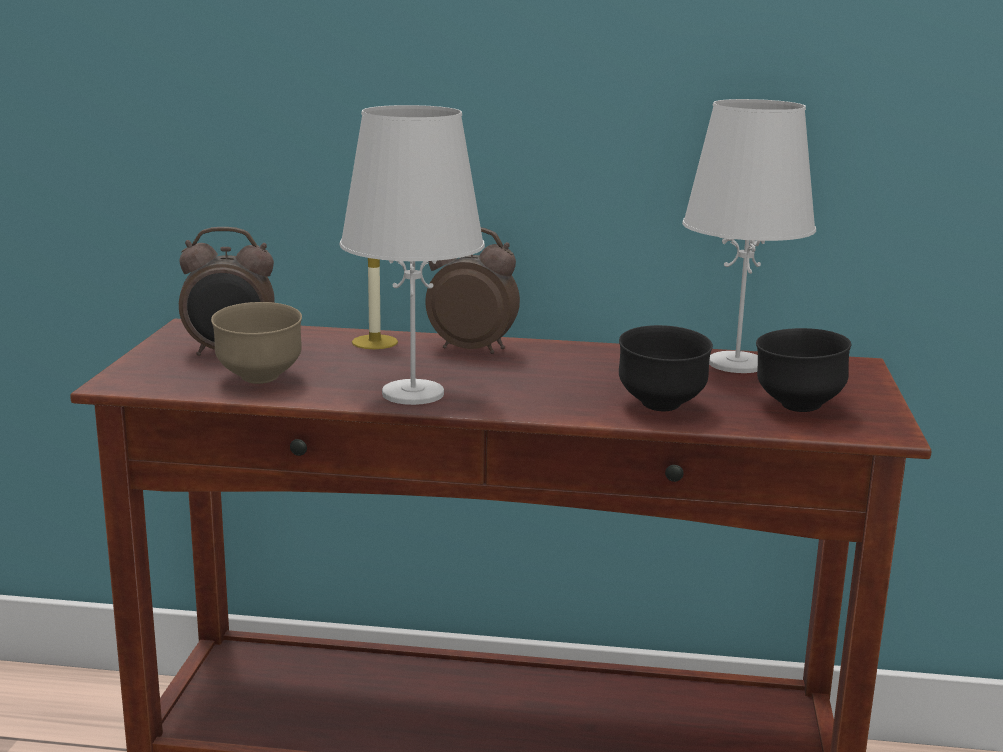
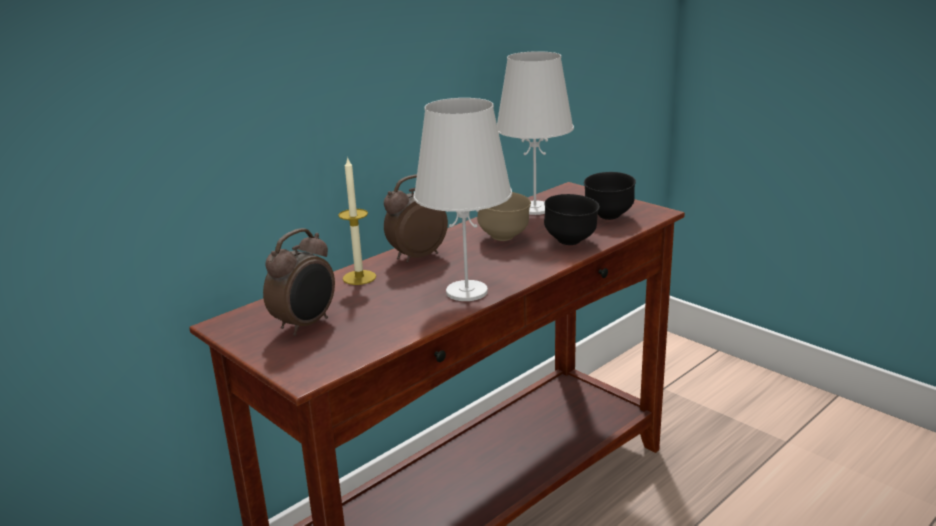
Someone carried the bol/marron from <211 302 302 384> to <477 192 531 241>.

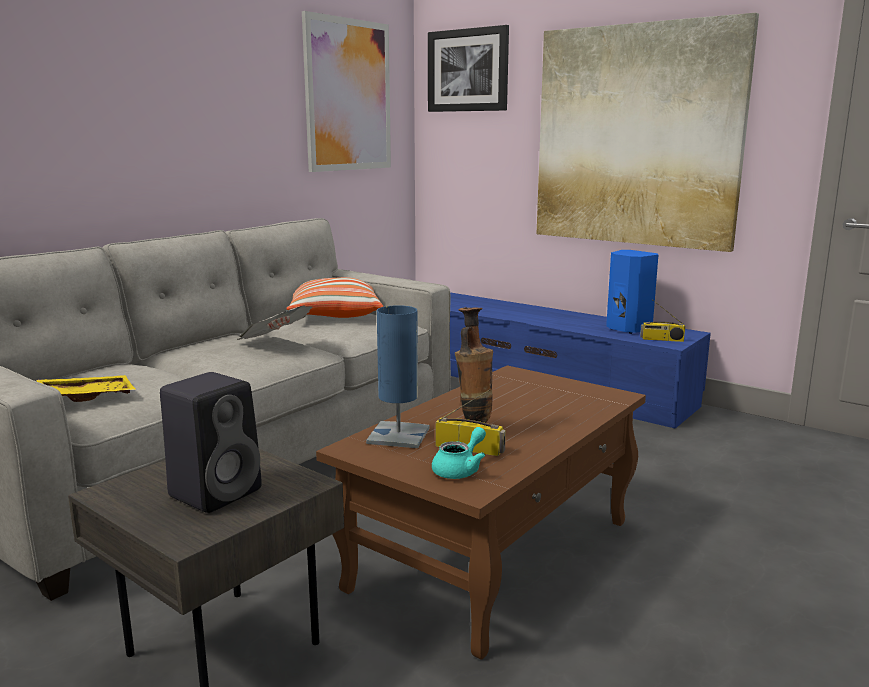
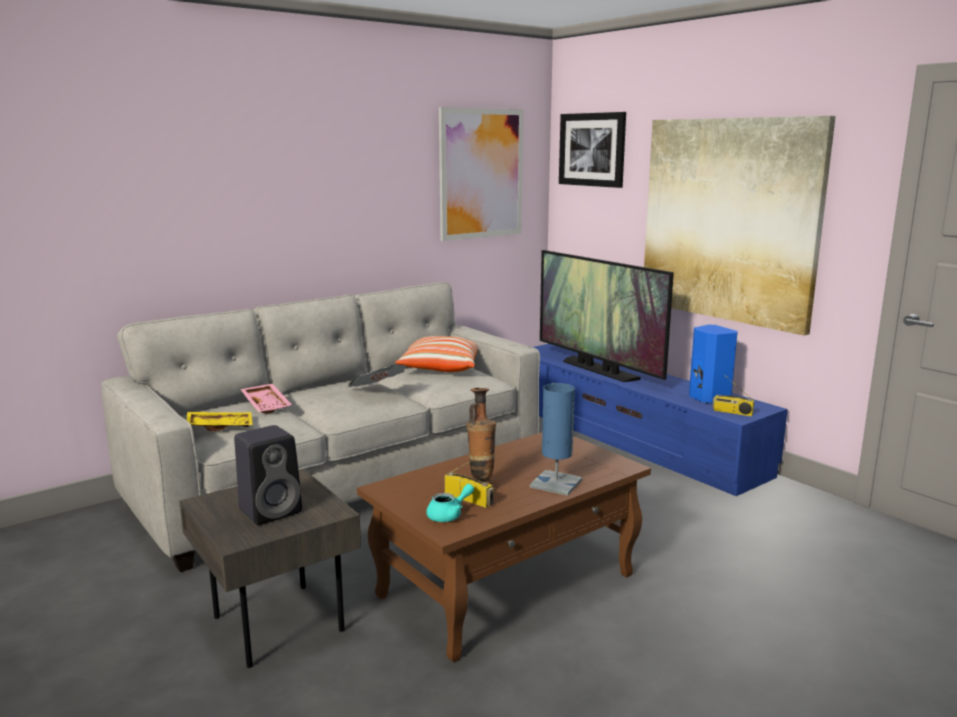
Someone carried the lampe de table/bleu from <366 305 430 448> to <530 383 582 496>.
Someone put down the téléviseur at <540 250 674 382>.
Someone put down the plateau/rose at <240 383 292 414>.

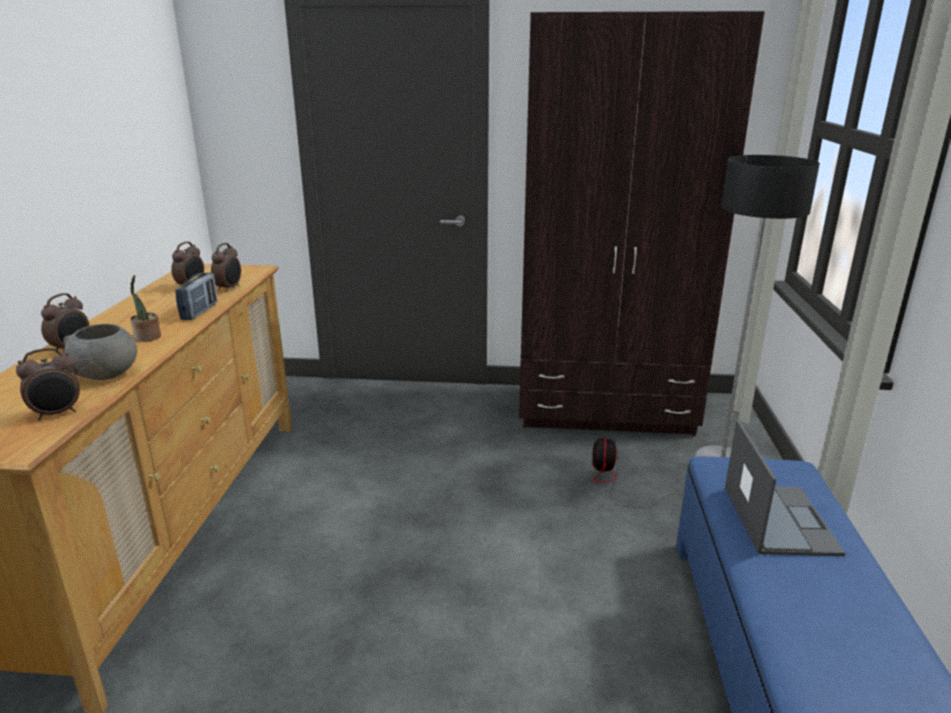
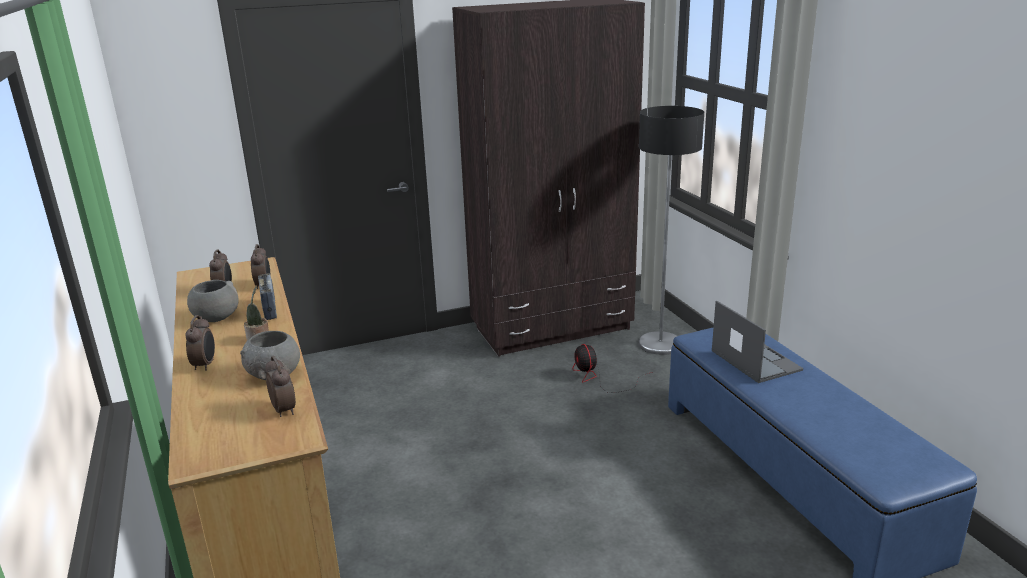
Someone rotated the réveil at <16 348 80 420> by 60 degrees counterclockwise.
Someone put down the bol/gris at <187 280 239 322>.

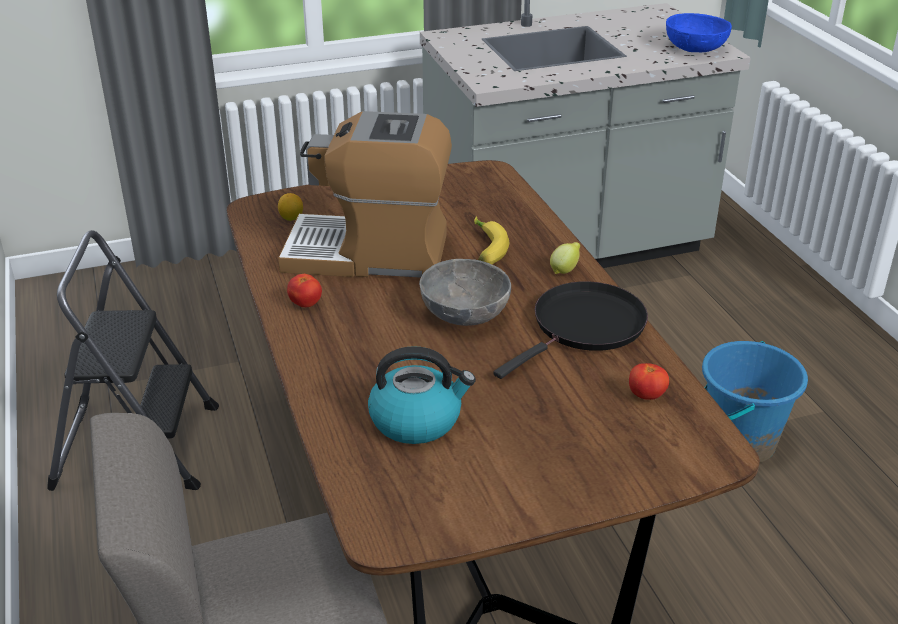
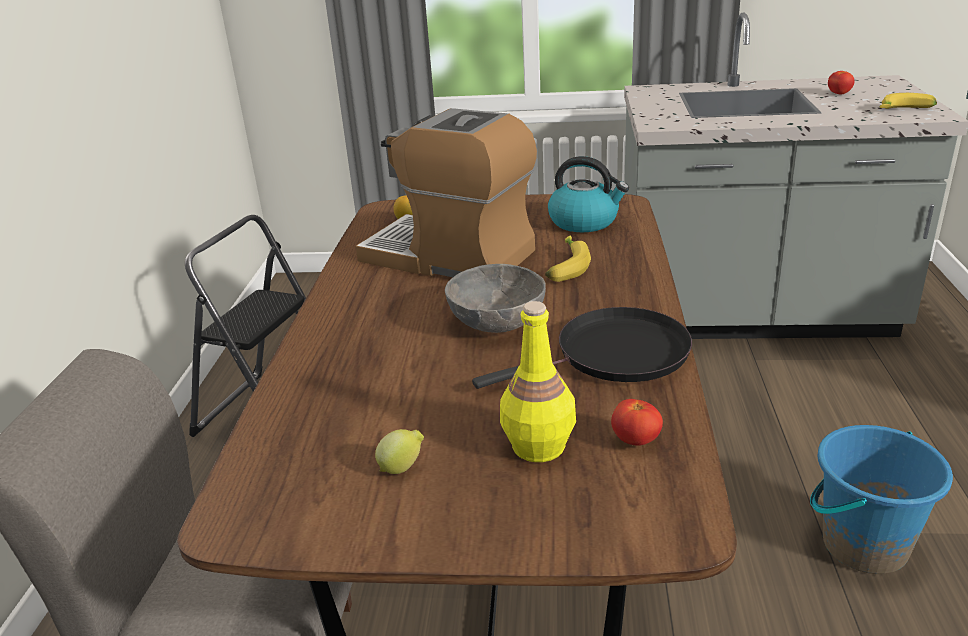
Someone swapped the bol/bleu at <666 13 732 53> for the banane at <880 93 937 109>.
Someone carried the citron from <550 242 580 274> to <375 429 424 474>.
Someone carried the tomate from <287 274 322 307> to <828 71 855 94>.
Someone carried the bouilloire from <368 346 476 444> to <548 156 629 232>.
Someone put down the bouteille/jaune at <500 301 576 462>.

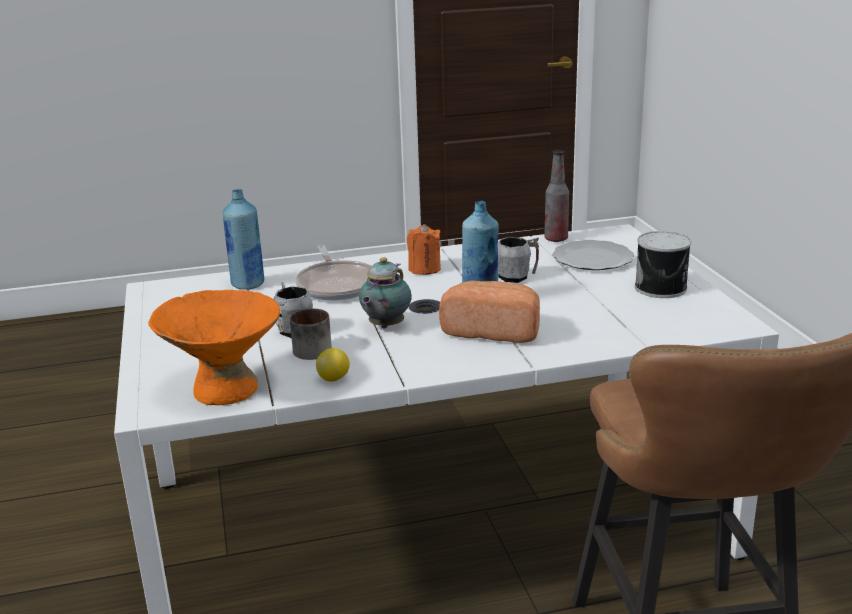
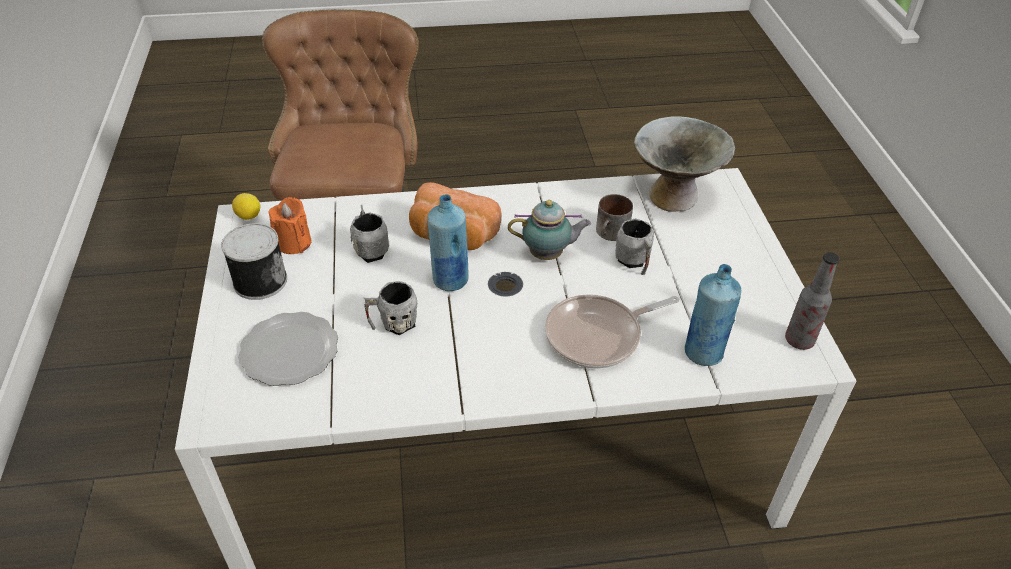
Someone carried the bouteille from <544 150 569 242> to <785 252 840 350>.
Someone carried the bougie/orange from <407 224 441 275> to <269 197 311 254>.
Someone rotated the poêle at <295 245 371 301> by 105 degrees counterclockwise.
Someone rotated the théière at <359 257 412 328> by 60 degrees clockwise.
Someone repainted the bol/orange at <148 290 280 405>, which became the bol/gris at <634 116 735 212>.
Someone carried the citron from <316 348 350 382> to <232 193 260 220>.
Someone put down the mug/gris at <350 205 389 263>.

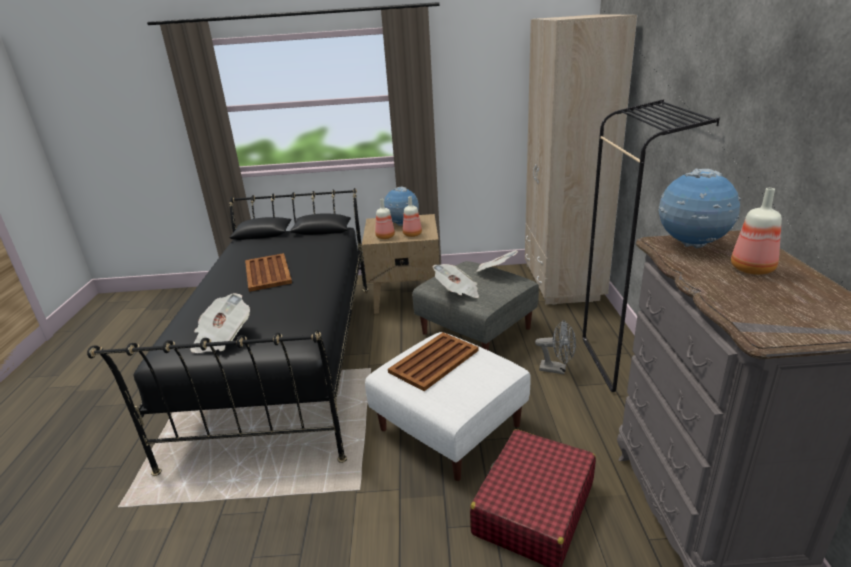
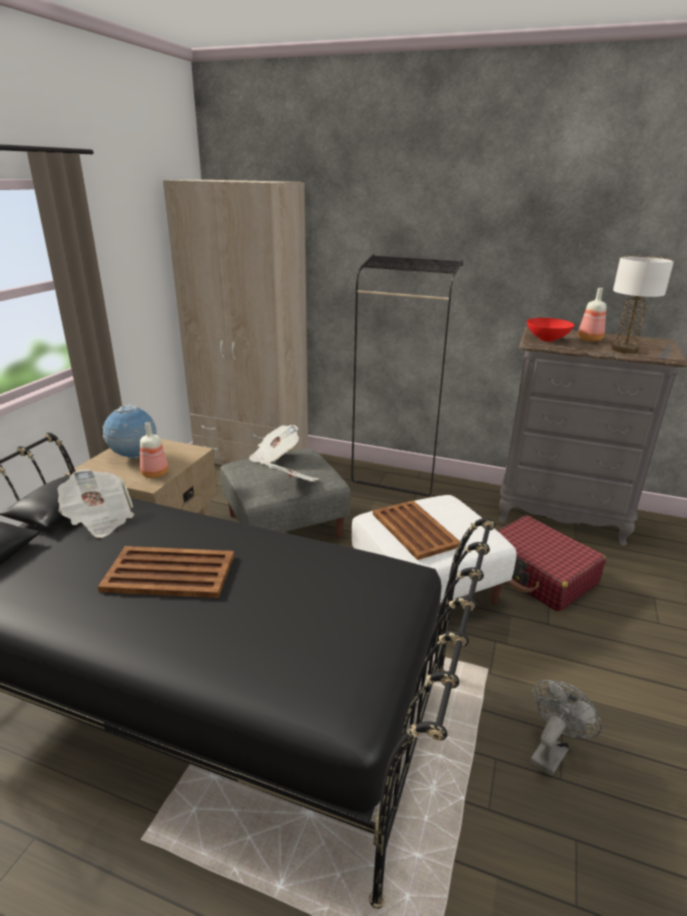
Someone swapped the globe at <658 169 741 248> for the bol/rouge at <527 318 574 342>.
Someone took away the bouteille at <403 196 422 237>.
Someone carried the journal from <190 293 250 353> to <57 469 134 538>.
Someone carried the ventilateur/gris from <535 320 576 374> to <530 680 602 776>.
Someone put down the lampe de table at <612 256 674 353>.

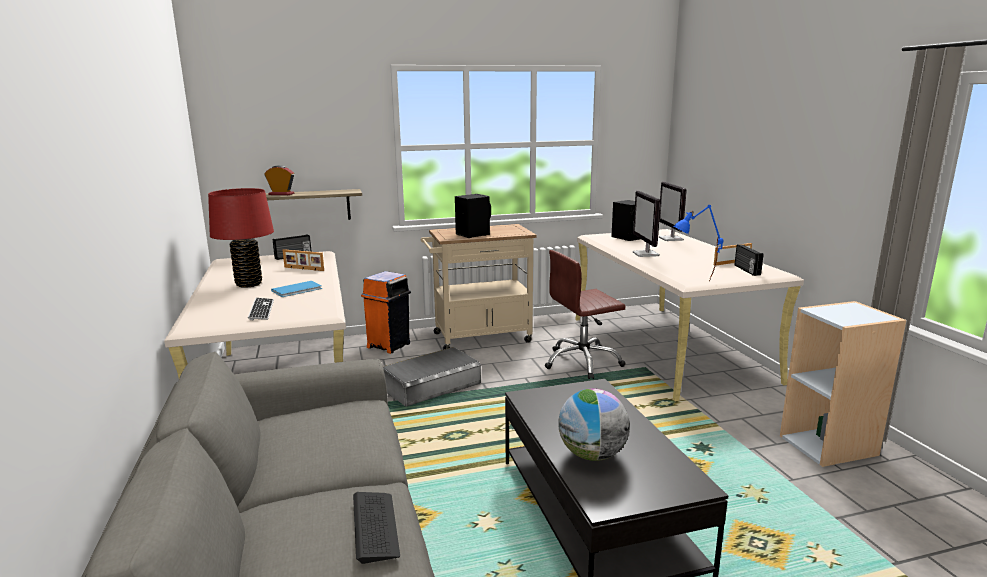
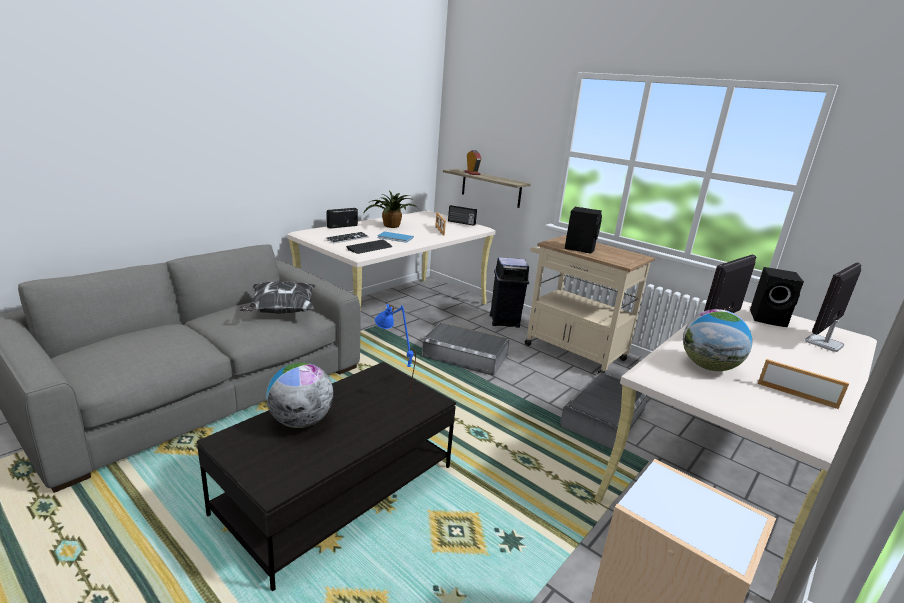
Someone swapped the lampe de table/rouge at <208 188 274 287> for the plante en pot at <363 191 420 228>.
Someone carried the lampe de table/bleu from <674 205 724 281> to <375 304 416 395>.
Someone carried the radio from <734 244 764 276> to <327 208 358 229>.
Someone swapped the chaise de bureau/marron at <545 250 626 379> for the boîte de rangement/gris at <560 372 648 449>.
Someone repainted the poubelle/orange at <361 271 411 354>, which became the poubelle/noir at <490 257 529 328>.
Someone carried the clavier from <353 492 400 564> to <346 239 393 254>.
Someone put down the coussin at <239 281 316 314>.
Someone put down the globe at <683 309 752 371>.

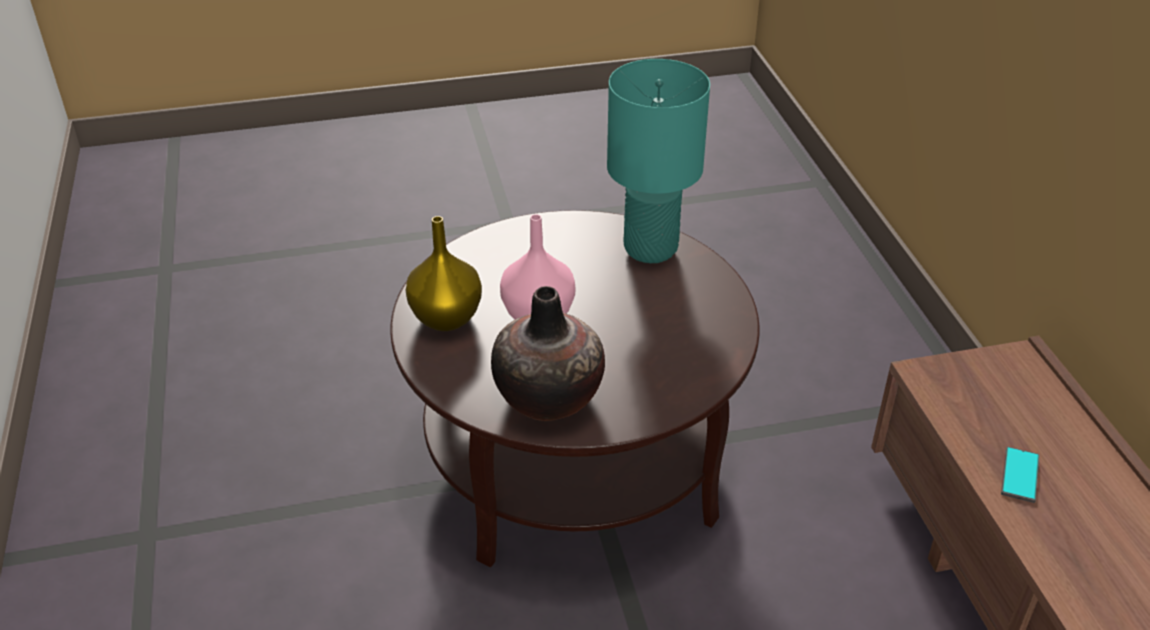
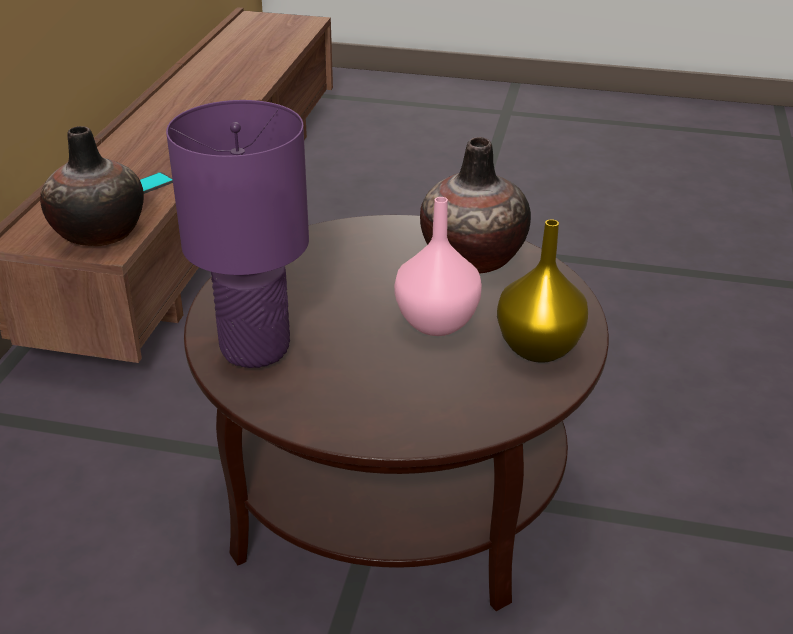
Someone repainted the lampe de table/turquoise at <607 59 710 263>, which became the lampe de table/violet at <166 100 309 368>.
Someone put down the vase at <40 126 144 246>.

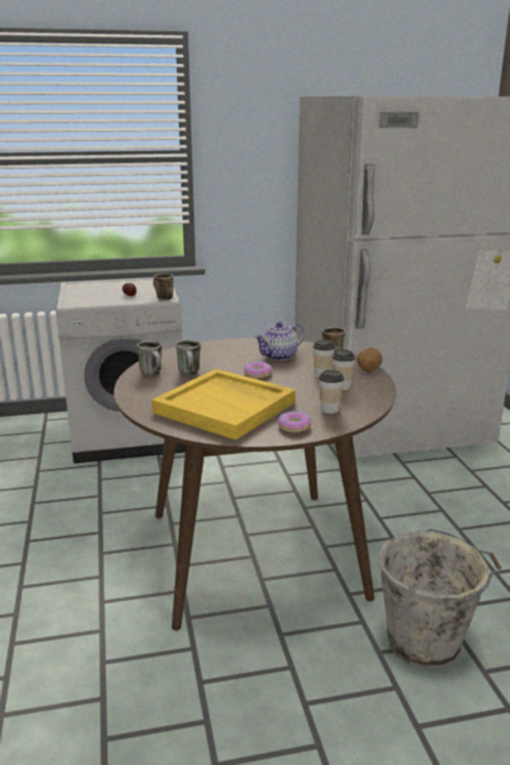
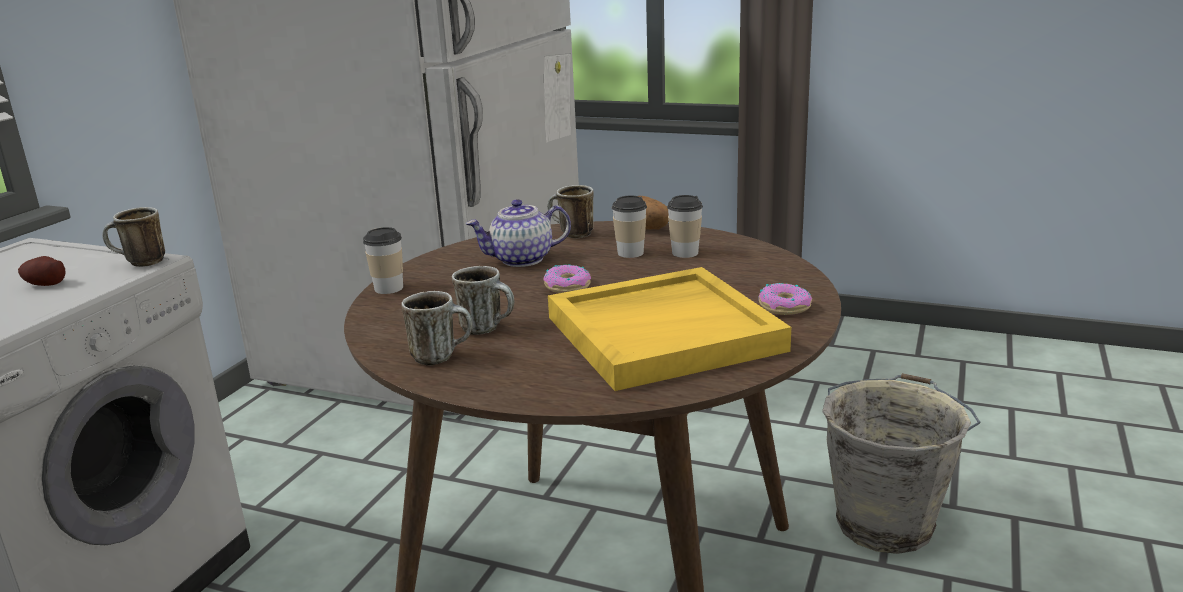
Someone rotated the théière at <255 322 304 361> by 75 degrees clockwise.
Someone carried the tasse from <319 370 344 414> to <363 227 403 294>.

